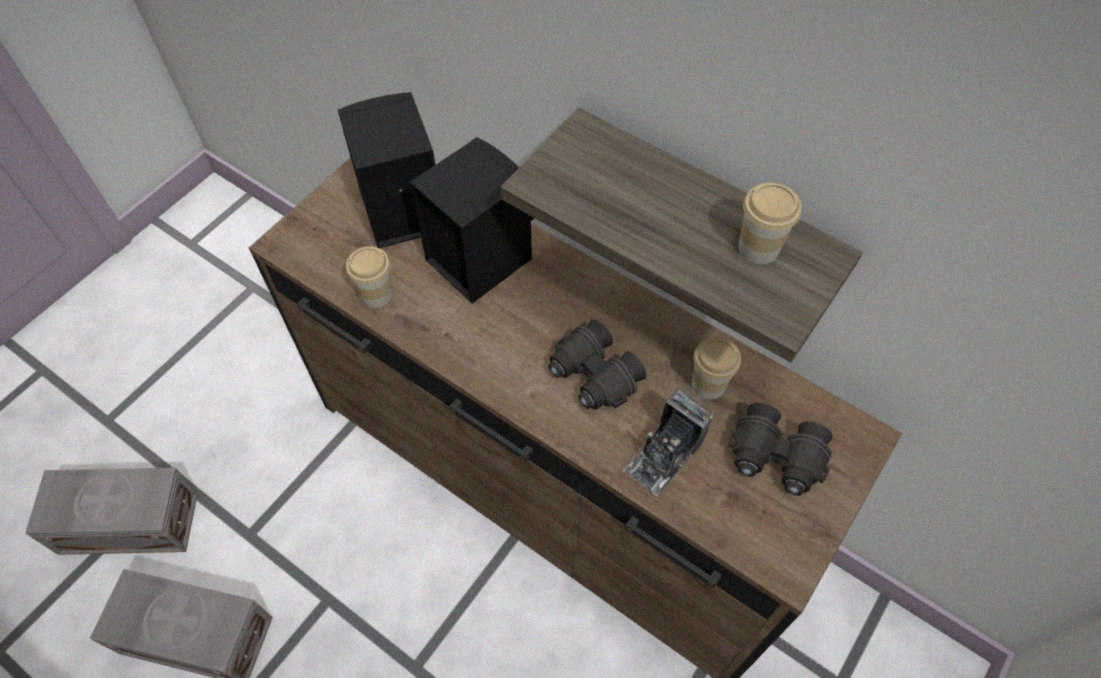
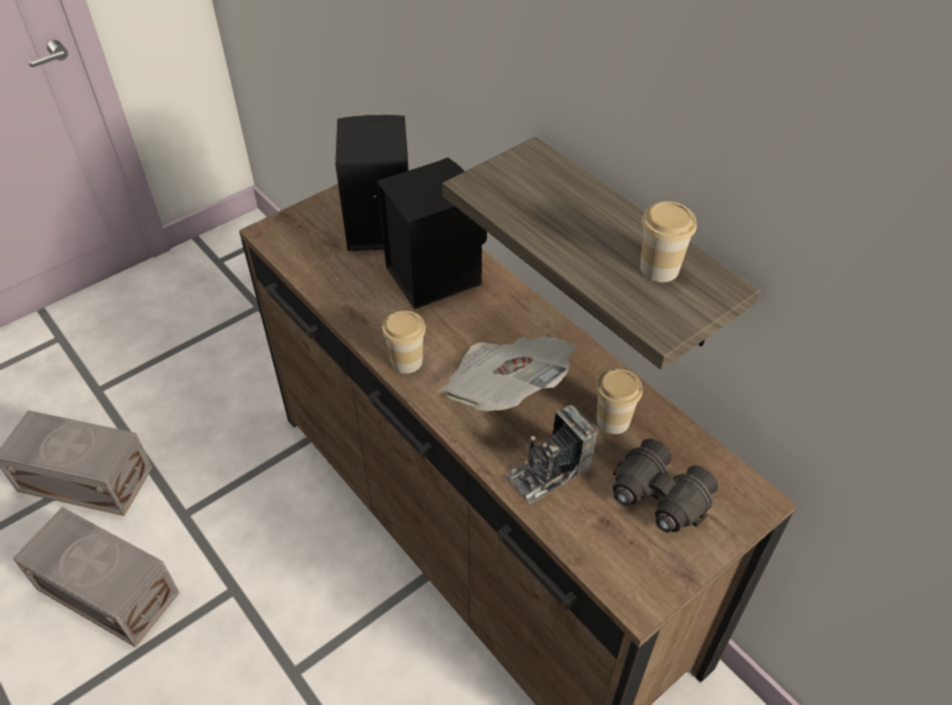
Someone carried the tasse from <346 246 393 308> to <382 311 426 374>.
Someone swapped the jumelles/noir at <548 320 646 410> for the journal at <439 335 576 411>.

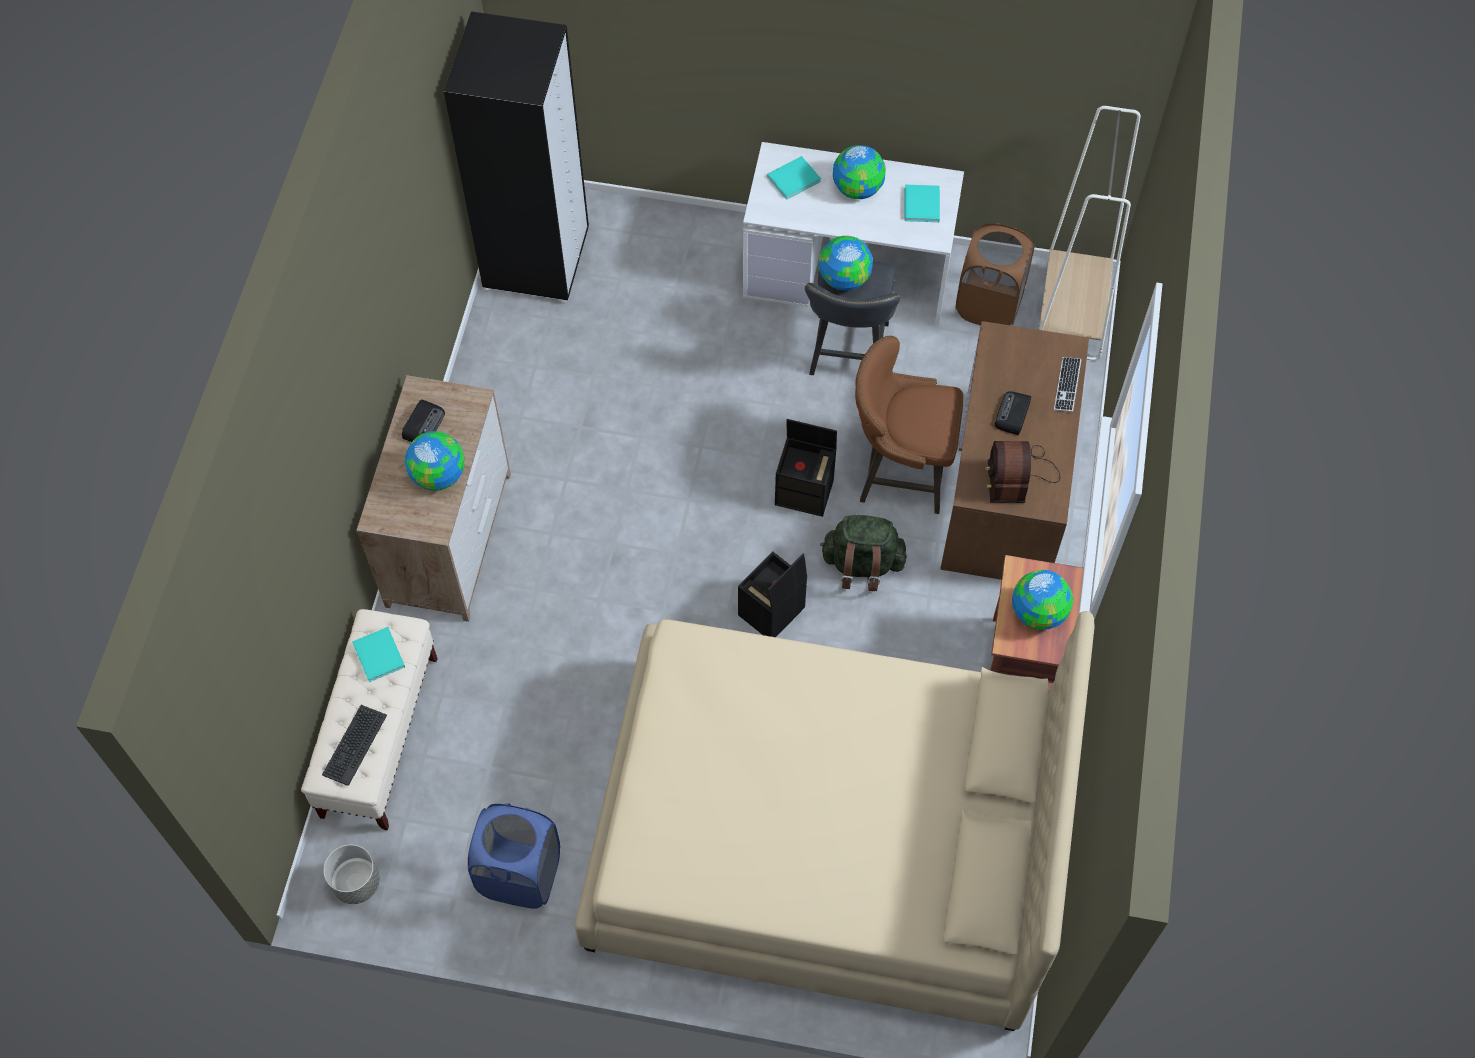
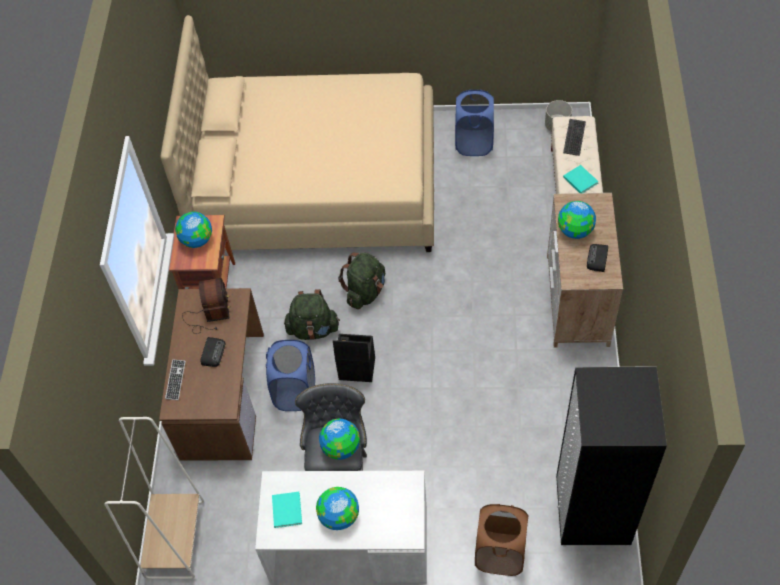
Someone took away the livre/turquoise at <767 156 821 200>.
Someone carried the panier à linge/marron from <956 223 1035 325> to <475 504 528 576>.
Someone swapped the tabouret/marron at <855 336 963 514> for the panier à linge/bleu at <266 340 315 411>.
Someone swapped the boîte de rangement/noir at <738 551 807 637> for the sac à dos/vert at <338 252 385 309>.

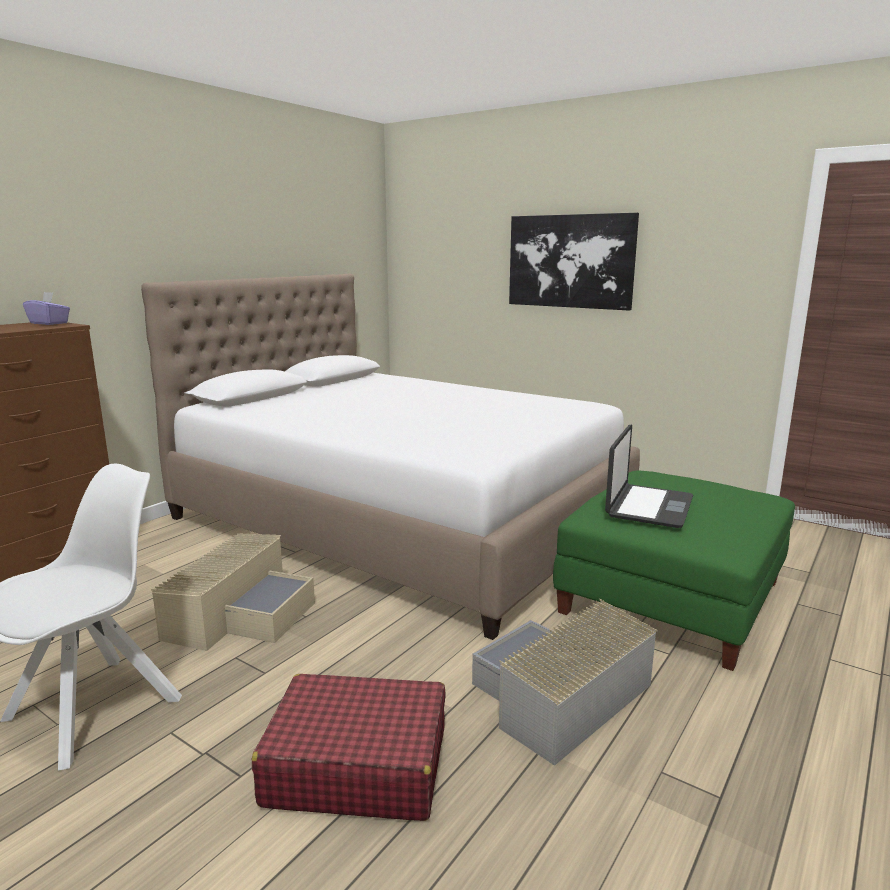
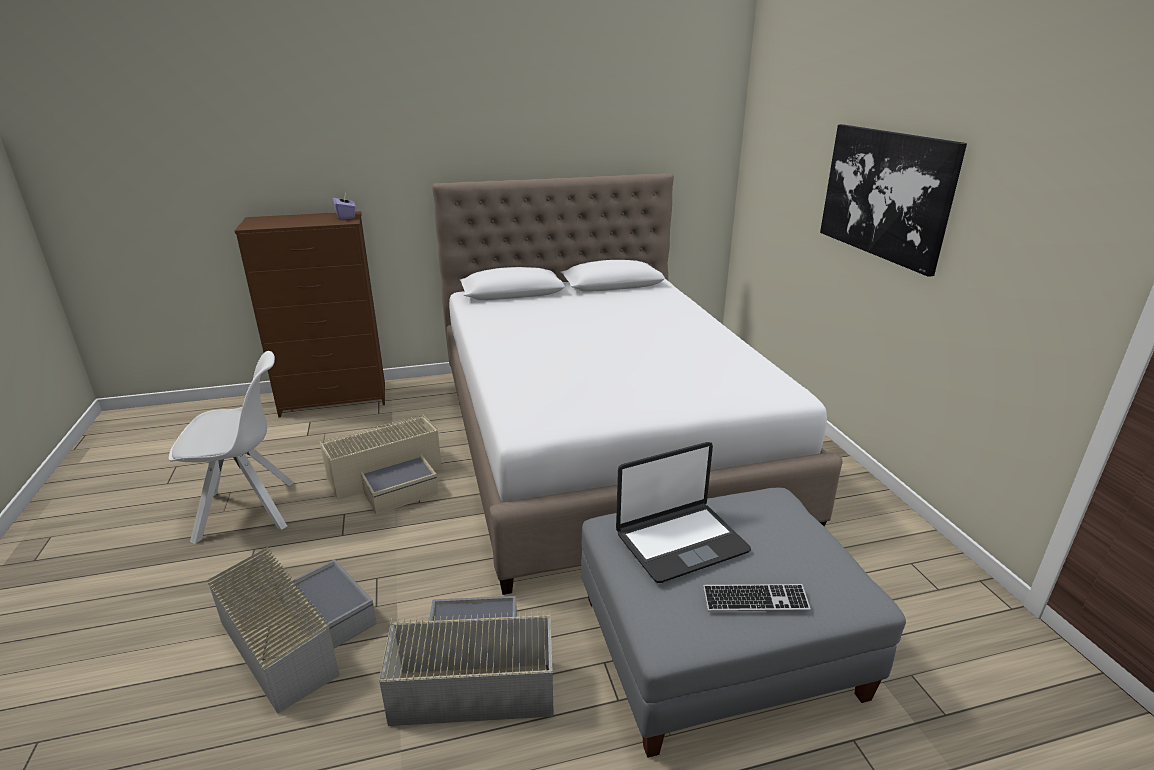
Someone repainted the pouf/vert at <553 471 795 671>, which became the pouf/gris at <581 487 906 758>.
Someone swapped the valise/rouge at <252 674 446 821> for the boîte de rangement/gris at <206 547 377 714>.
Someone put down the clavier at <703 584 811 612>.

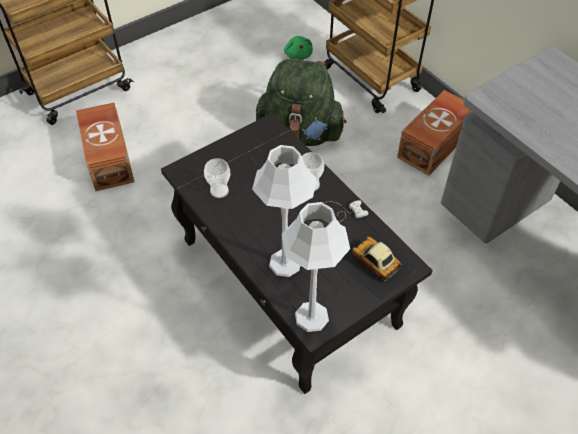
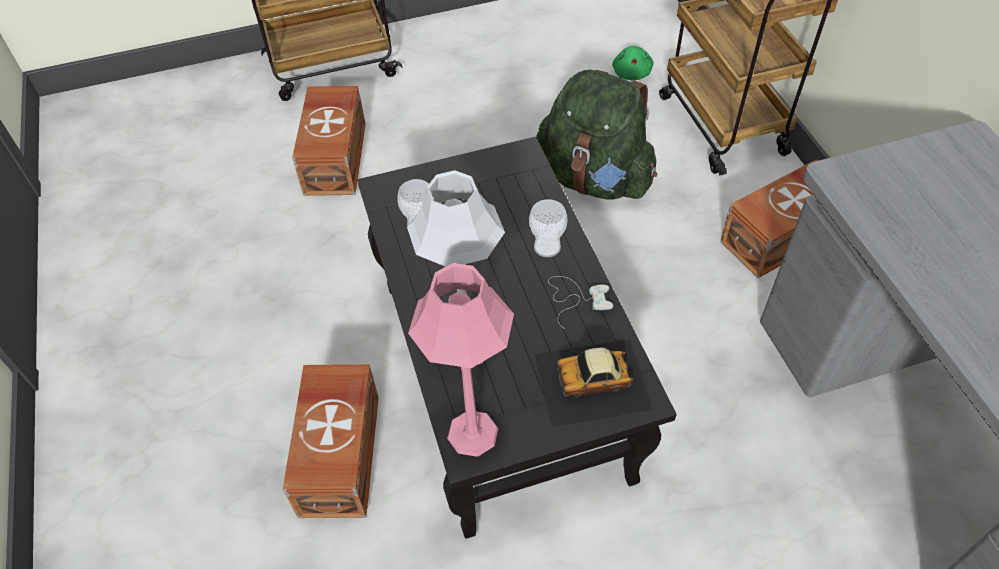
Someone repainted the lampe de table/gris at <282 202 350 332>, which became the lampe de table/rose at <408 263 514 457>.
Someone rotated the petite voiture at <337 229 418 301> by 75 degrees counterclockwise.
Someone put down the boîte de rangement/marron at <283 364 379 518>.

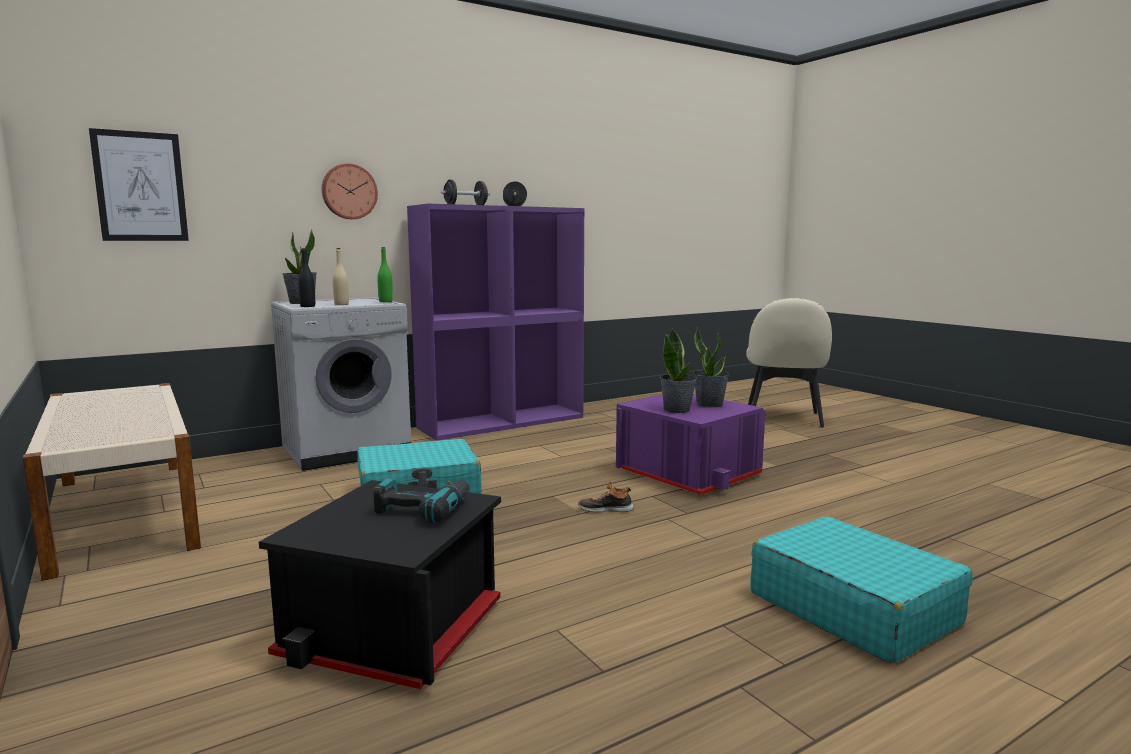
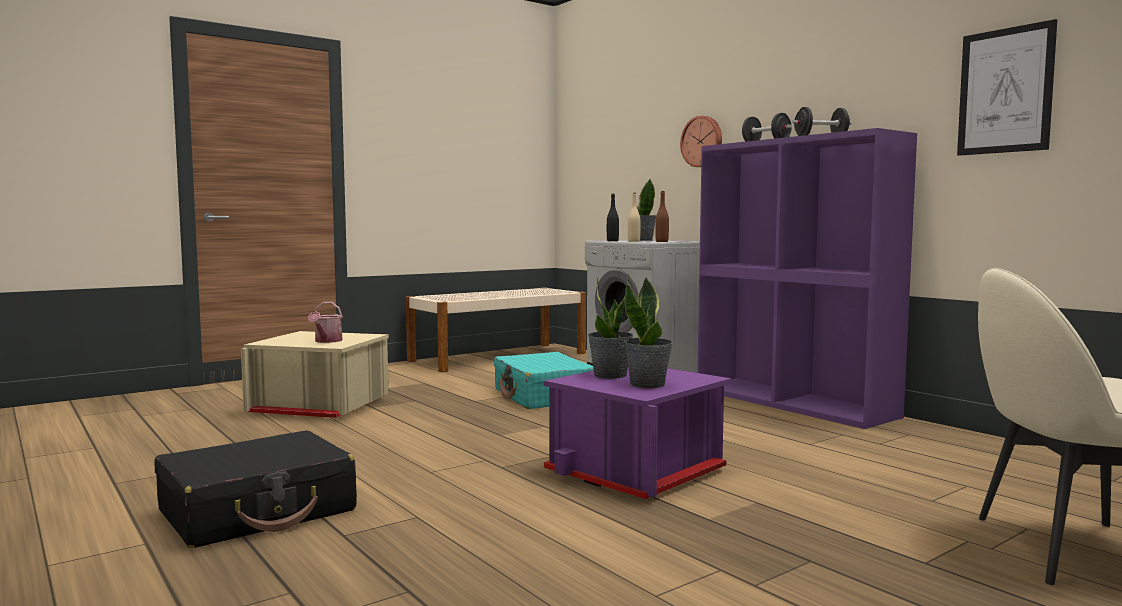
Someone carried the tableau from <89 128 189 241> to <957 19 1057 156>.
Someone repainted the bouteille/vert at <378 247 393 302>, which became the bouteille/marron at <656 191 669 242>.
Someone swapped the perceuse at <374 478 470 523> for the arrosoir at <308 302 343 343>.
Someone repainted the boîte de rangement/noir at <259 480 501 689>, which became the boîte de rangement/beige at <241 331 389 418>.
Someone took away the chaussure at <578 482 634 512>.
Someone repainted the valise/turquoise at <750 516 973 664>, which became the valise/noir at <154 431 357 548>.

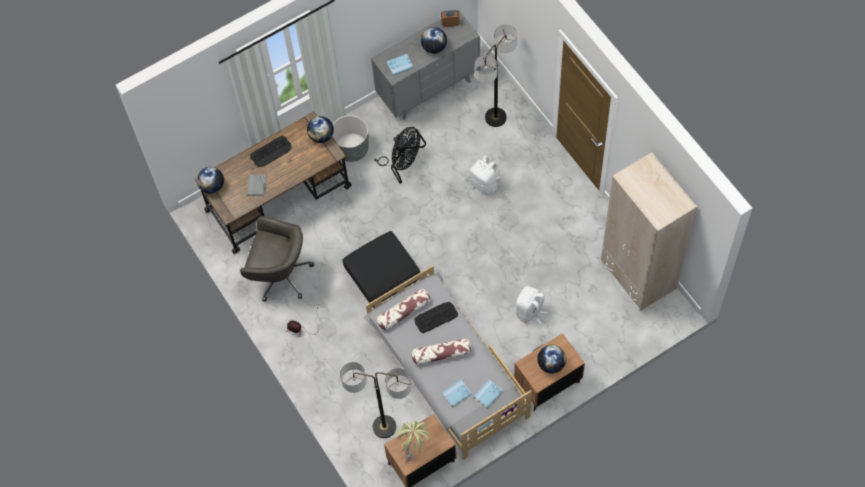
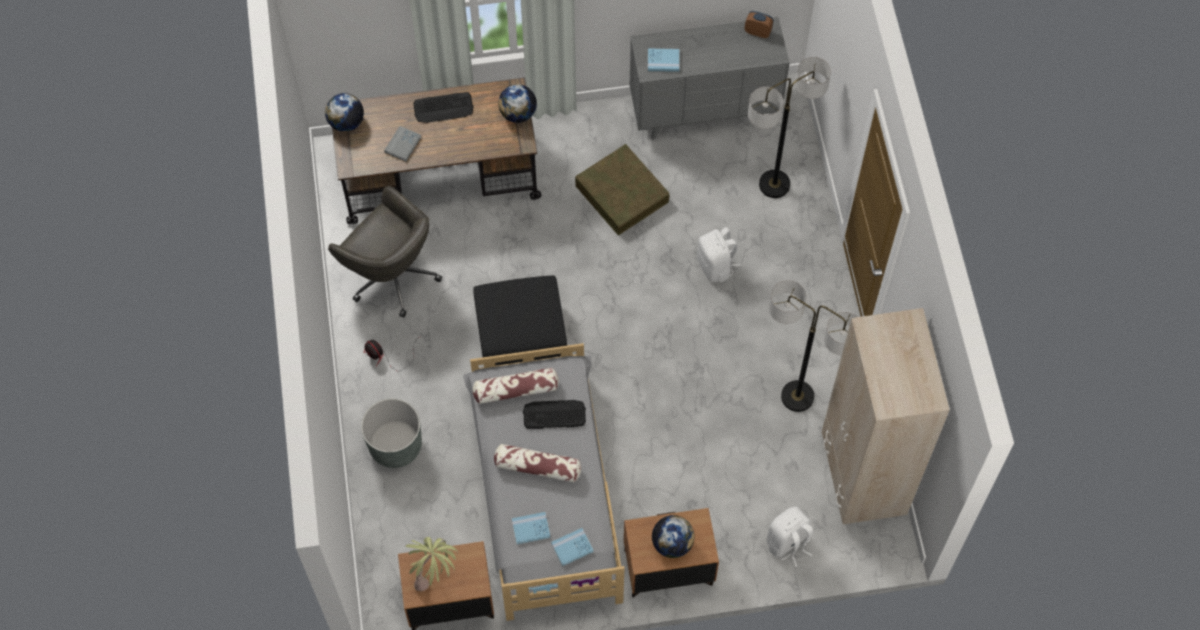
Someone took away the globe at <421 27 447 54>.
Someone carried the cache-pot/gris from <332 115 369 162> to <361 398 422 468>.
Someone swapped the ventilateur/noir at <374 127 426 184> for the boîte de rangement/marron at <575 144 669 235>.
Someone carried the sac à dos/blanc from <516 286 548 324> to <767 506 813 567>.
Someone carried the lampadaire from <340 362 412 438> to <769 280 857 412>.

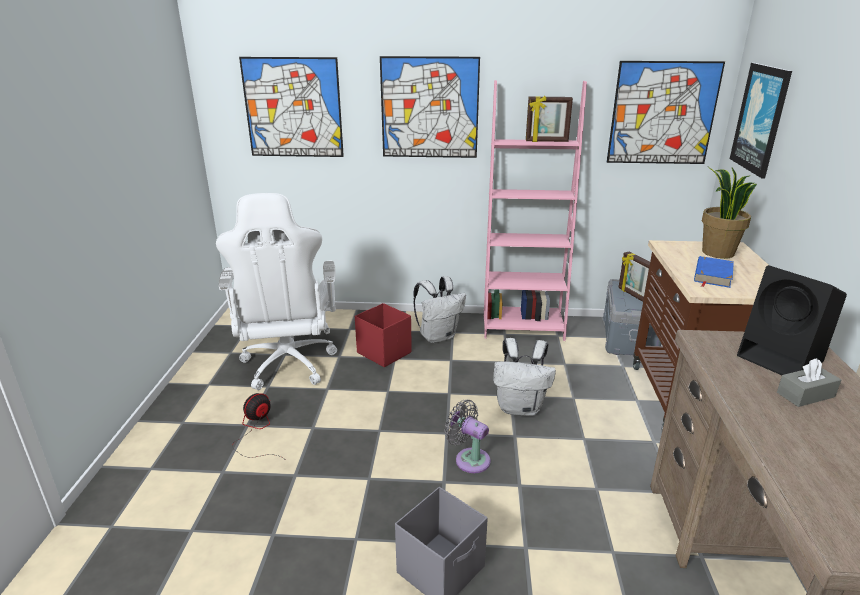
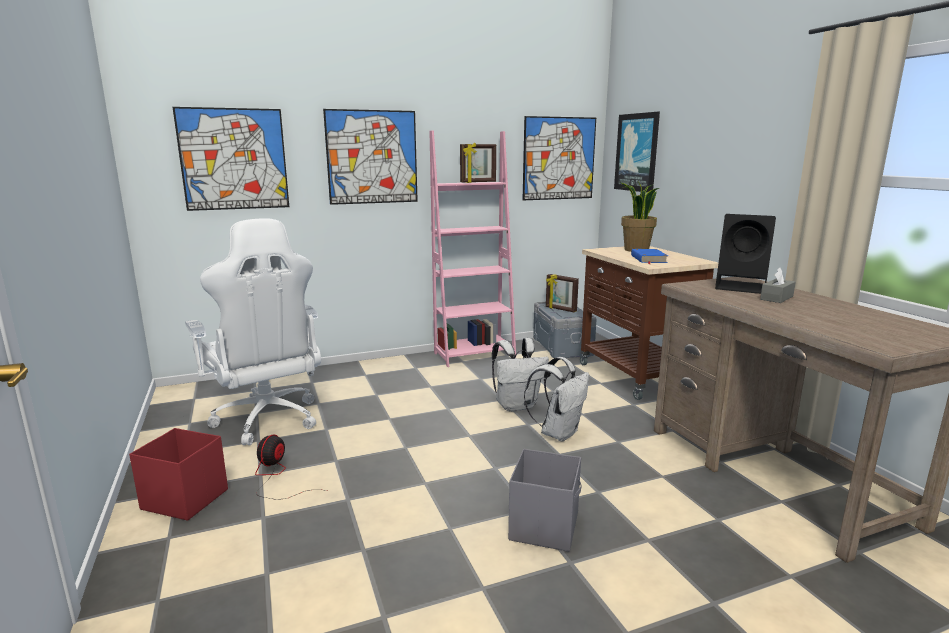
Someone carried the sac à dos/blanc from <413 276 466 343> to <524 357 589 441>.
Someone carried the boîte de rangement/rouge from <355 303 412 367> to <129 428 228 521>.
Someone took away the ventilateur/gris at <444 400 491 473>.

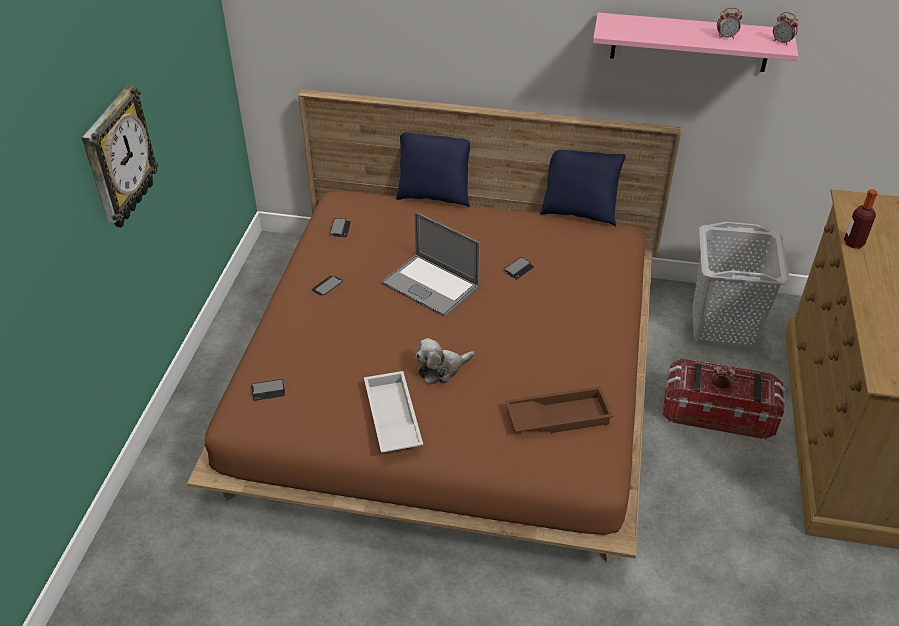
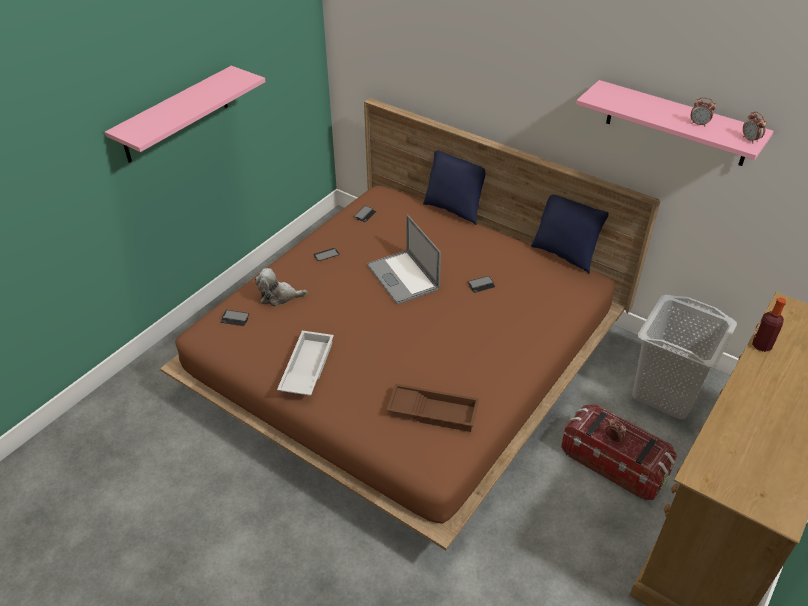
Someone swapped the horloge murale at <81 85 159 227> for the étagère/rose at <105 66 266 163>.
Someone carried the peluche from <415 338 475 385> to <255 268 308 307>.

